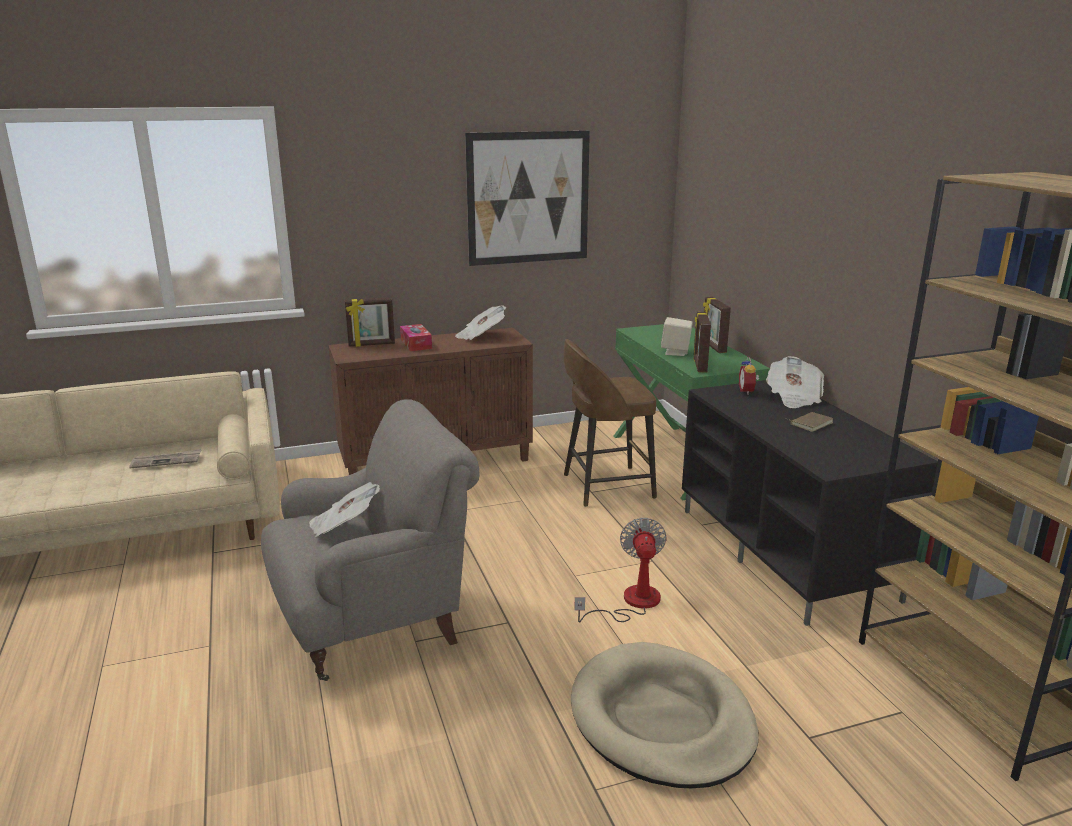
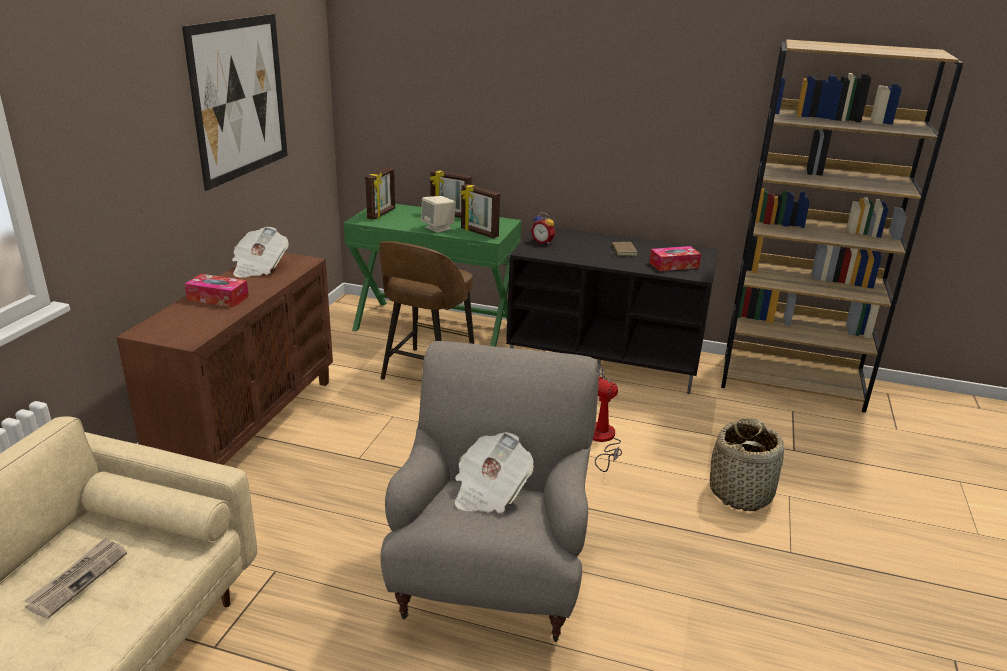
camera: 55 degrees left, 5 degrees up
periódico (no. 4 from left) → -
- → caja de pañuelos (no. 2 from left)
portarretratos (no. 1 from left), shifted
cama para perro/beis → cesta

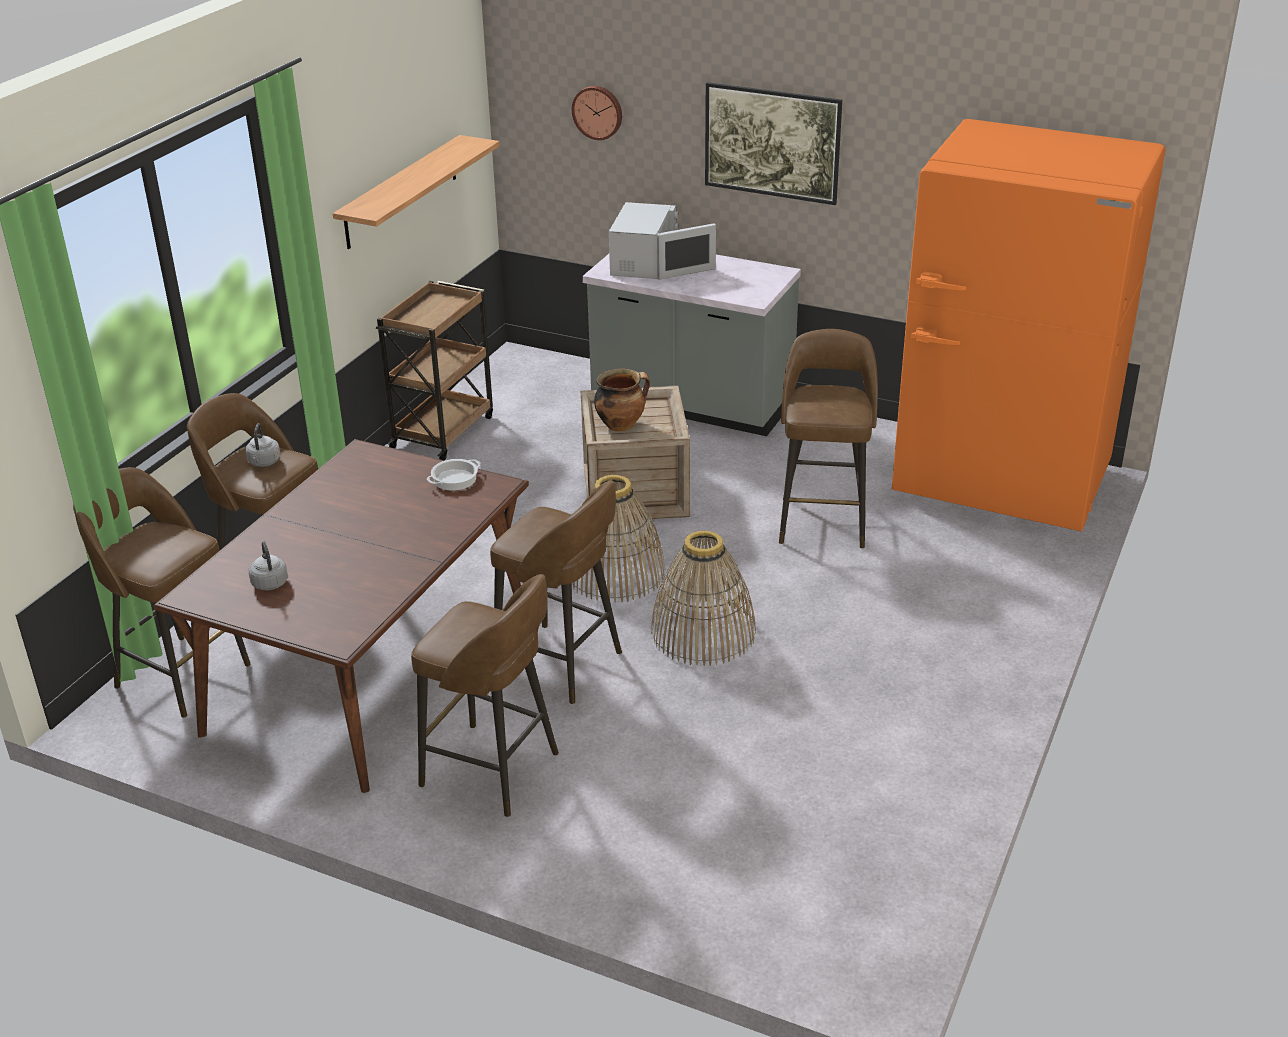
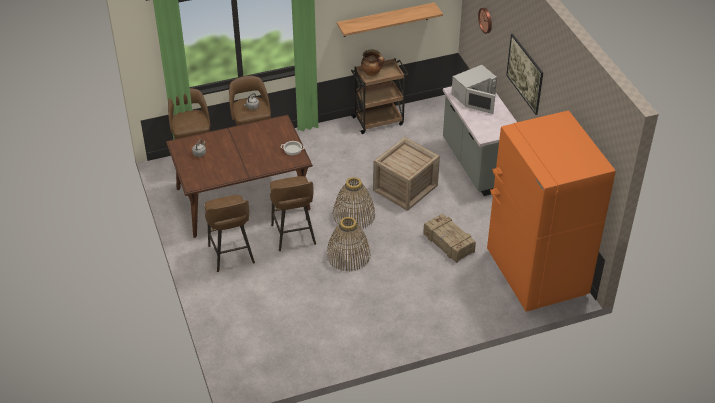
camera: 45 degrees right, 10 degrees up
olla (no. 2 from left), shifted
taburete/marrón (no. 5 from left) → caja de embalaje (no. 2 from left)

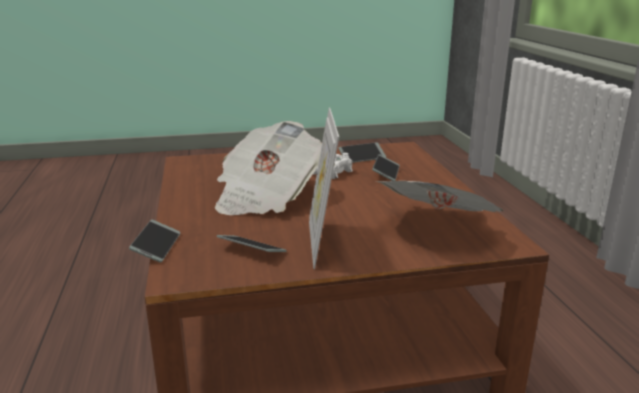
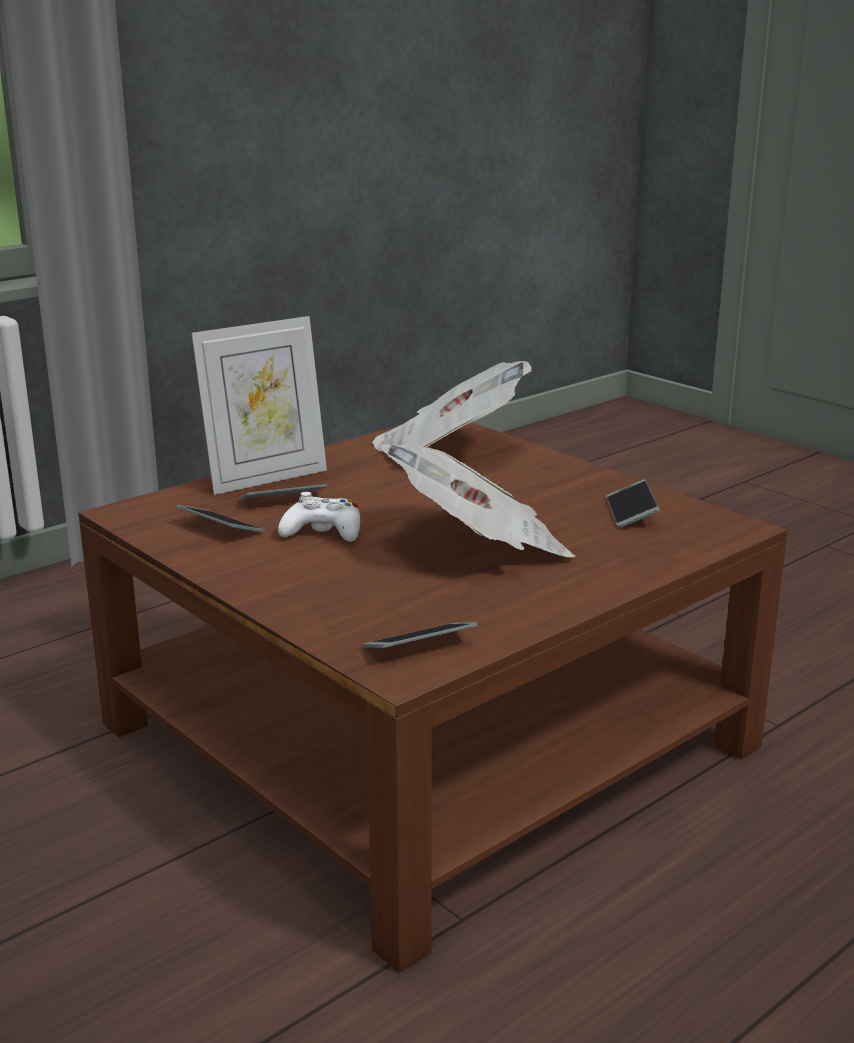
camera: 120 degrees left, 0 degrees up
móvil (no. 1 from left in the first image) → móvil (no. 3 from left), shifted
portarretratos, shifted

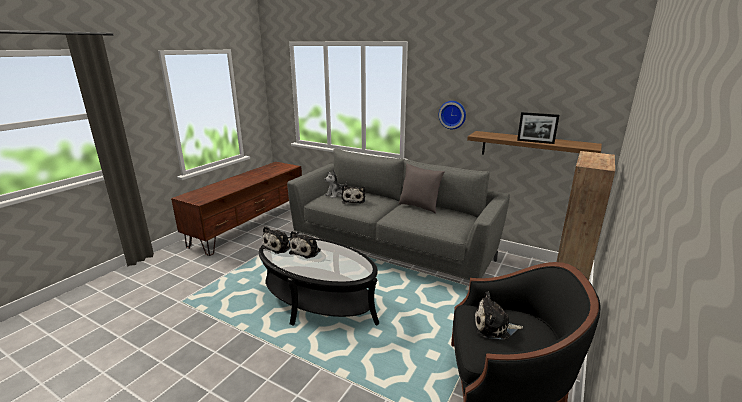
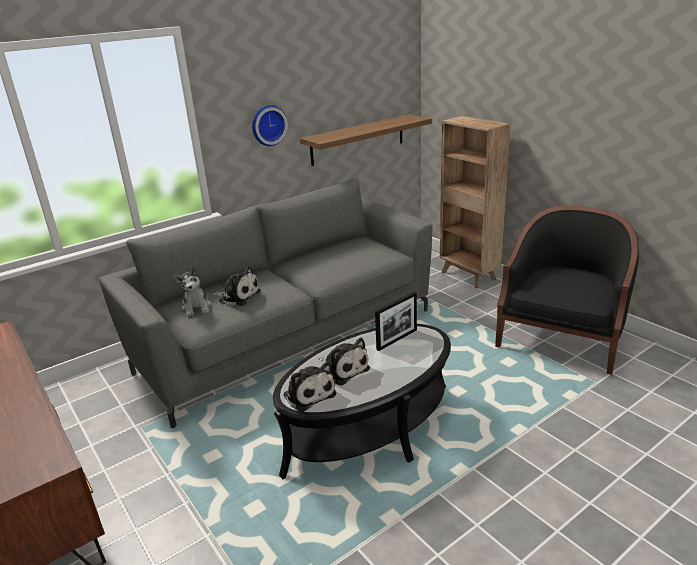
camera: 65 degrees left, 5 degrees up
cojín/gris → -
peluche (no. 5 from left) → -
portarretratos, shifted

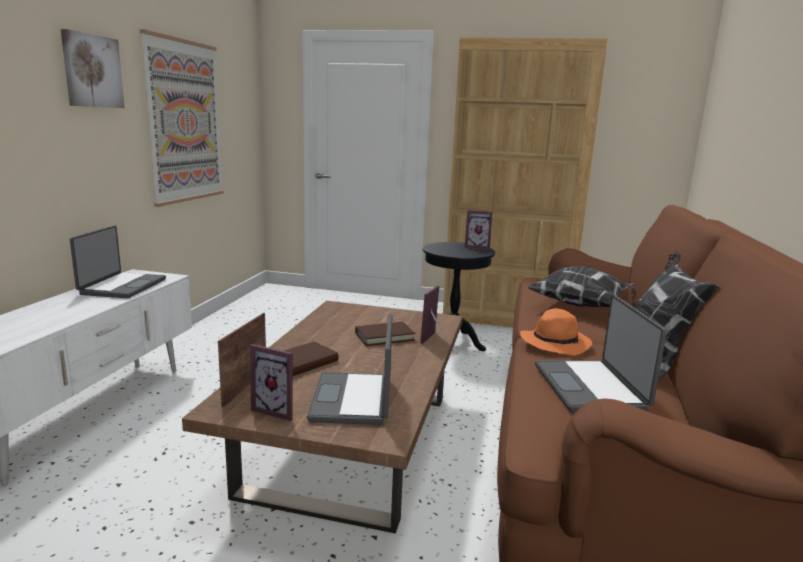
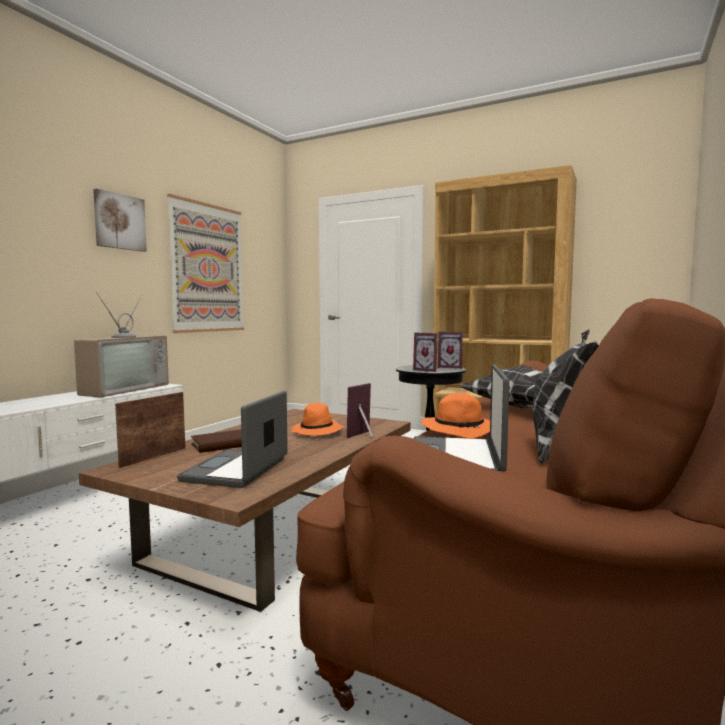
camera: 15 degrees right, 10 degrees down
portarretratos (no. 2 from left in the first image) → portarretratos (no. 3 from left), shifted
portátil (no. 1 from left) → televisor
libro/marrón (no. 2 from left) → sombrero/naranja (no. 1 from left)

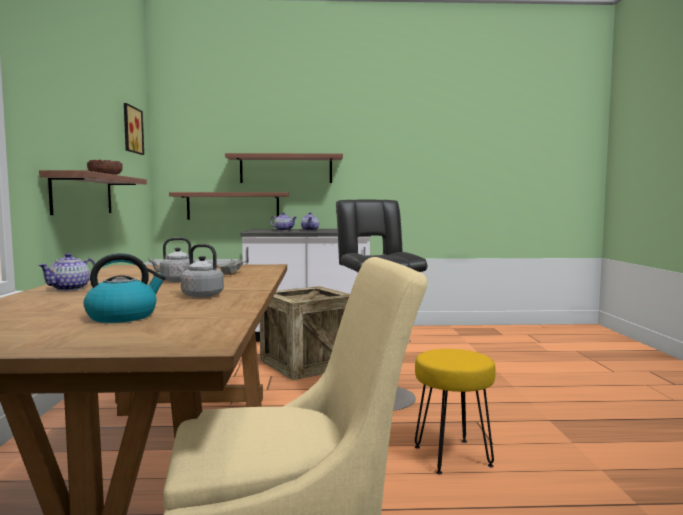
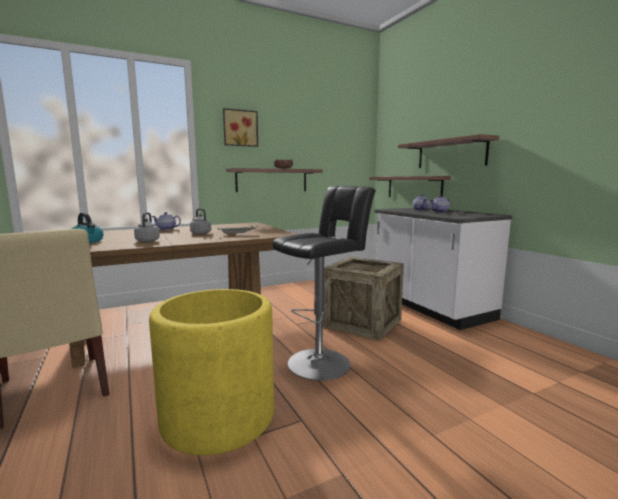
camera: 65 degrees right, 5 degrees up
cuadro, shifted
taburete/amarillo → maceta/amarillo

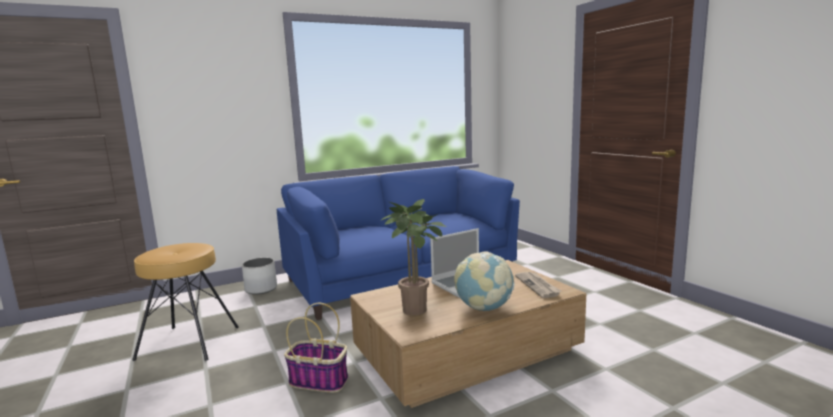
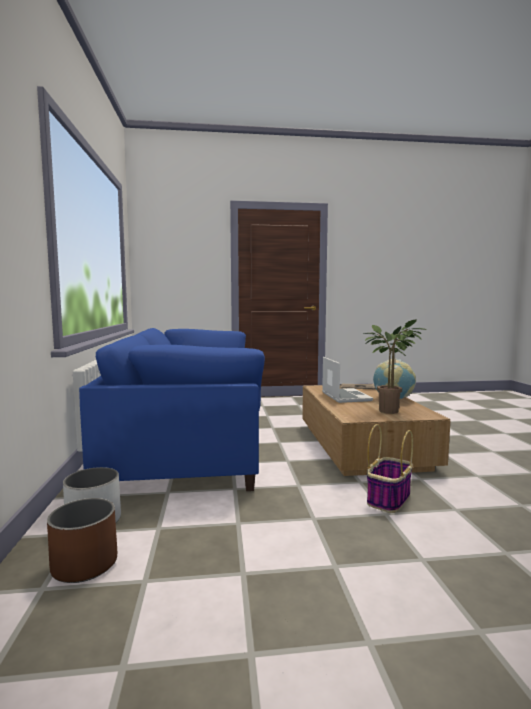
camera: 70 degrees left, 5 degrees down
taburete/marrón → -
- → maceta/marrón

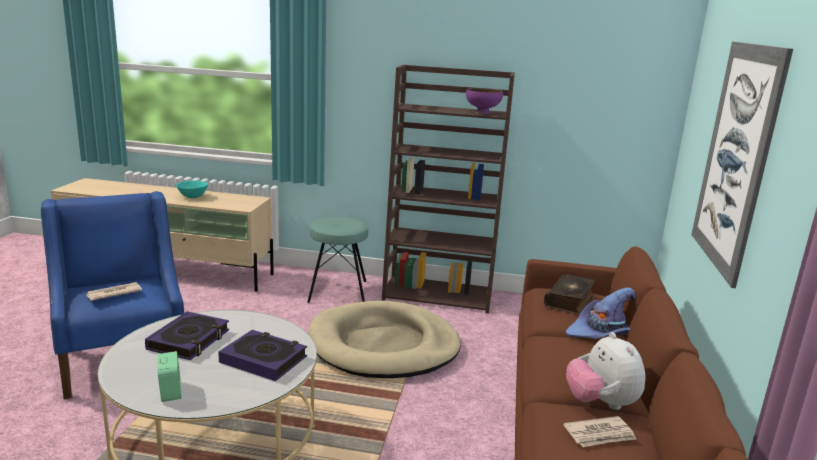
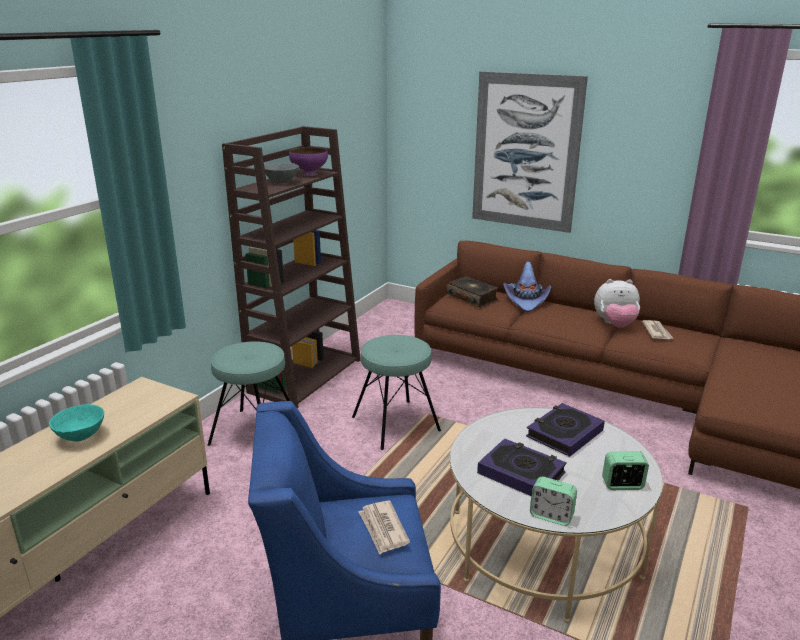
camera: 70 degrees left, 5 degrees up
- → cuenco/gris
- → despertador (no. 1 from left)
cama para perro/beis → taburete/turquesa (no. 2 from left)

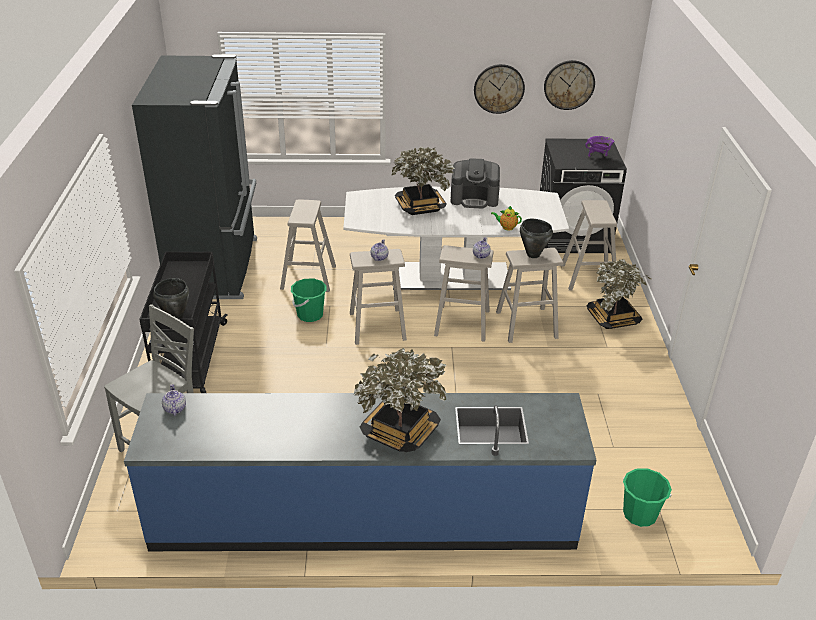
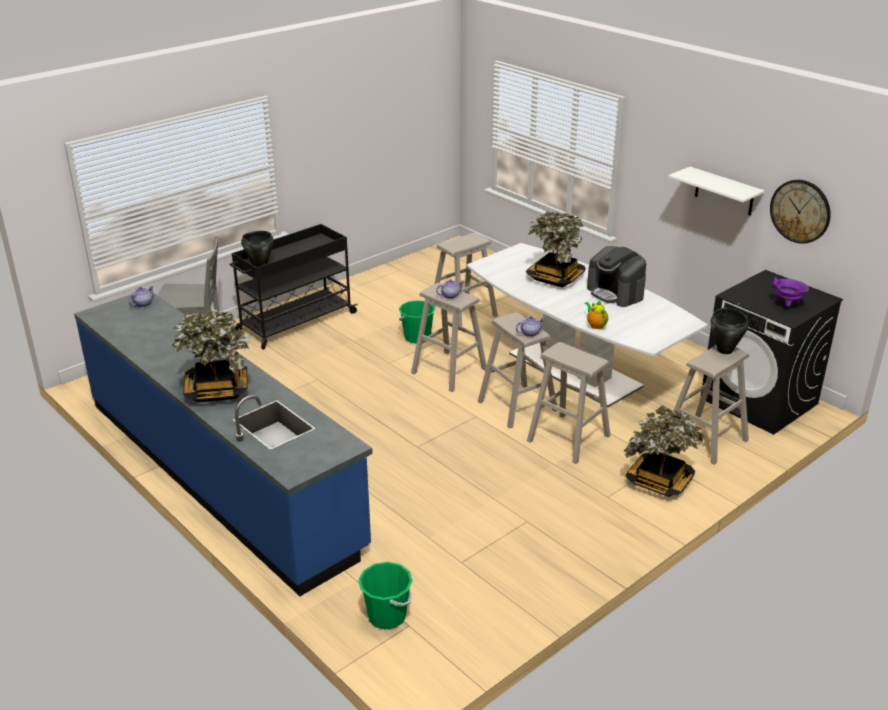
camera: 50 degrees right, 5 degrees down
nevera/negro → -
olla/negro (no. 2 from left), shifted
reloj de pared (no. 1 from left) → estante/blanco

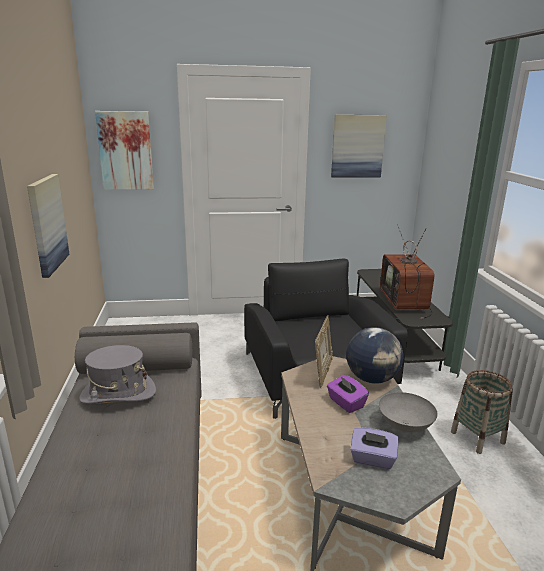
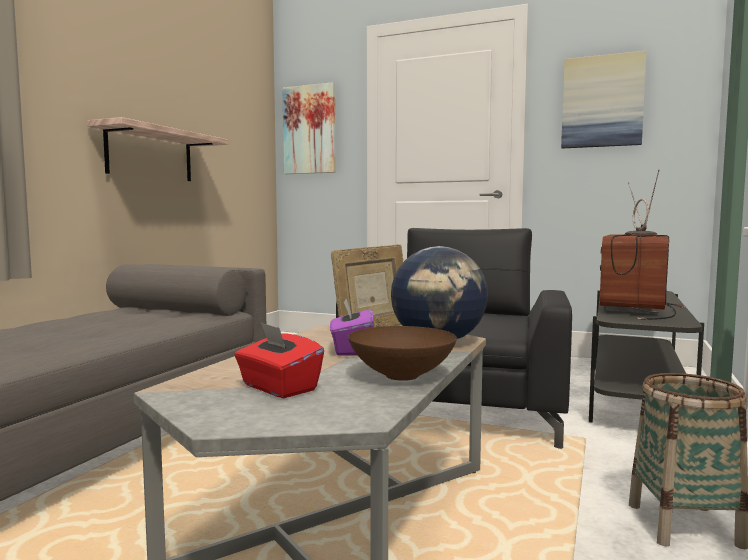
camera: 30 degrees right, 15 degrees down
sombrero/gris → -
cuadro (no. 1 from left) → estante
caja de pañuelos/morado (no. 2 from left) → caja de pañuelos/rojo
cuenco/gris → cuenco/marrón

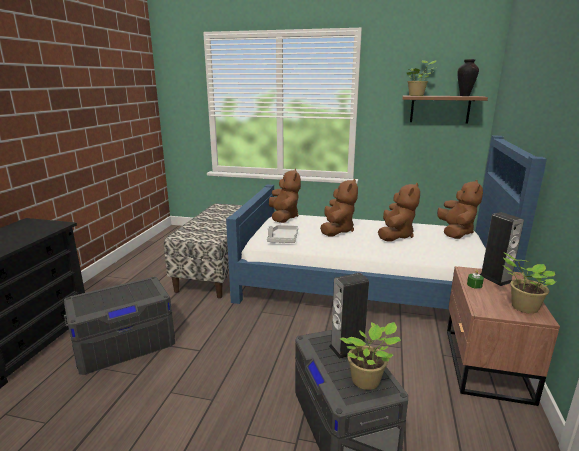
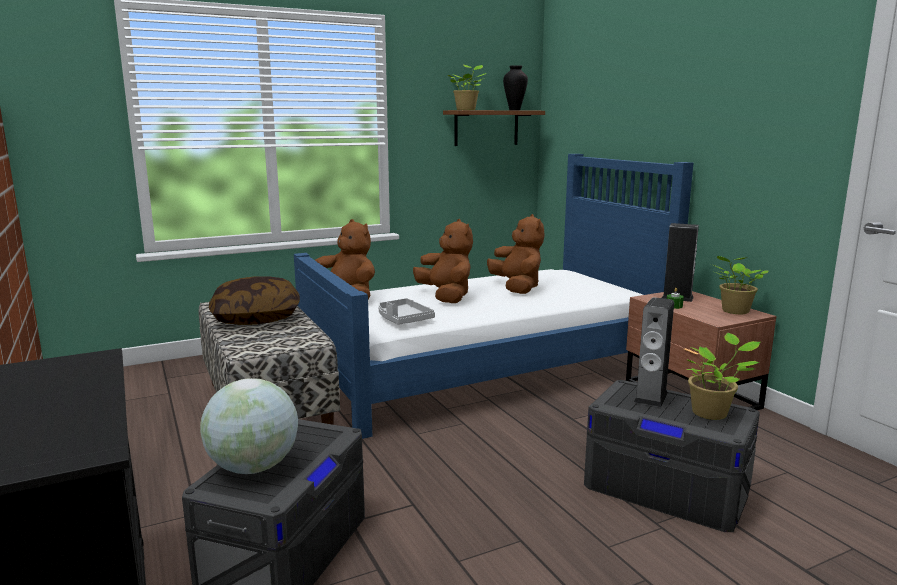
camera: 40 degrees left, 5 degrees down
peluche/marrón (no. 4 from left) → -
- → globo terráqueo
- → cojín

